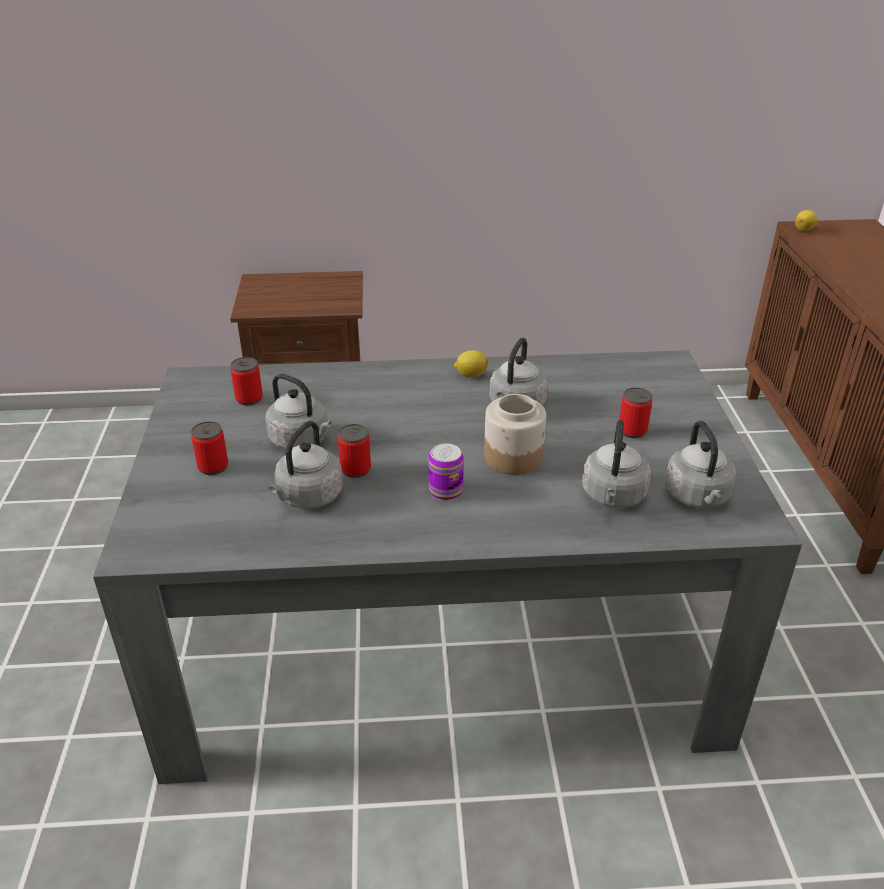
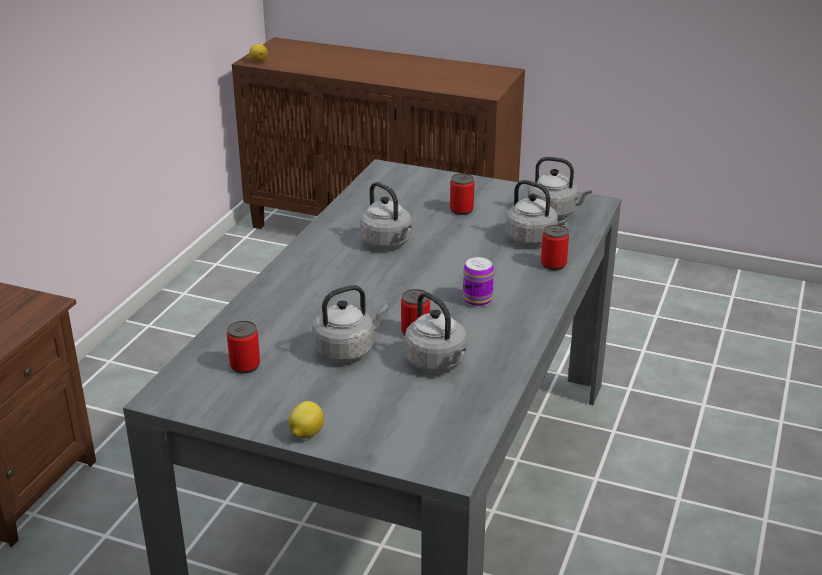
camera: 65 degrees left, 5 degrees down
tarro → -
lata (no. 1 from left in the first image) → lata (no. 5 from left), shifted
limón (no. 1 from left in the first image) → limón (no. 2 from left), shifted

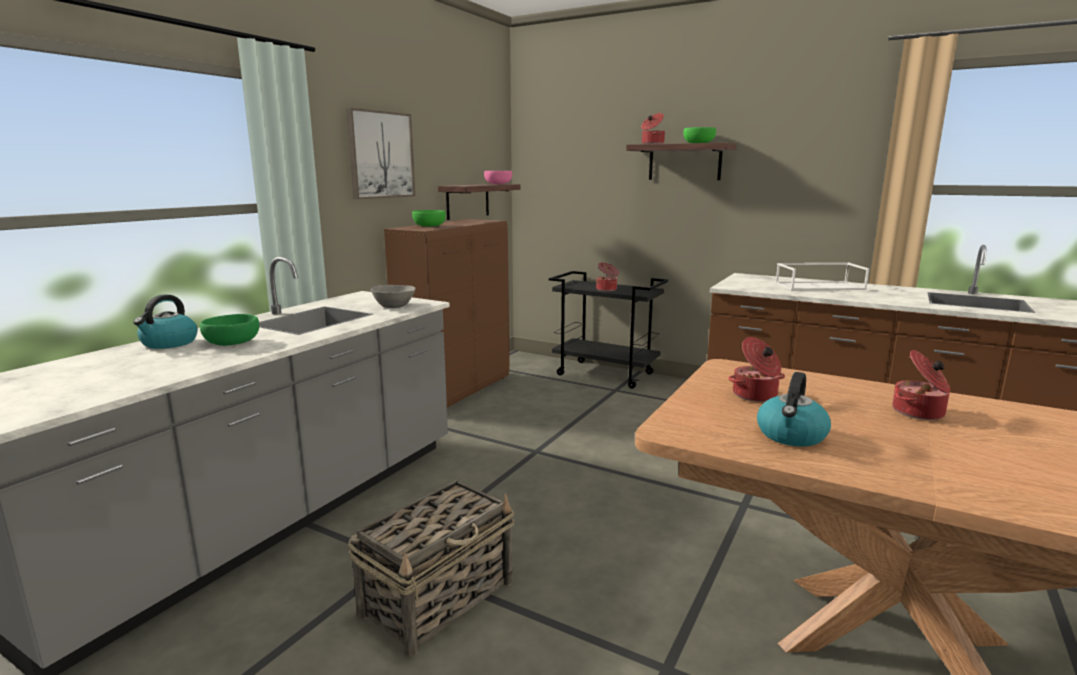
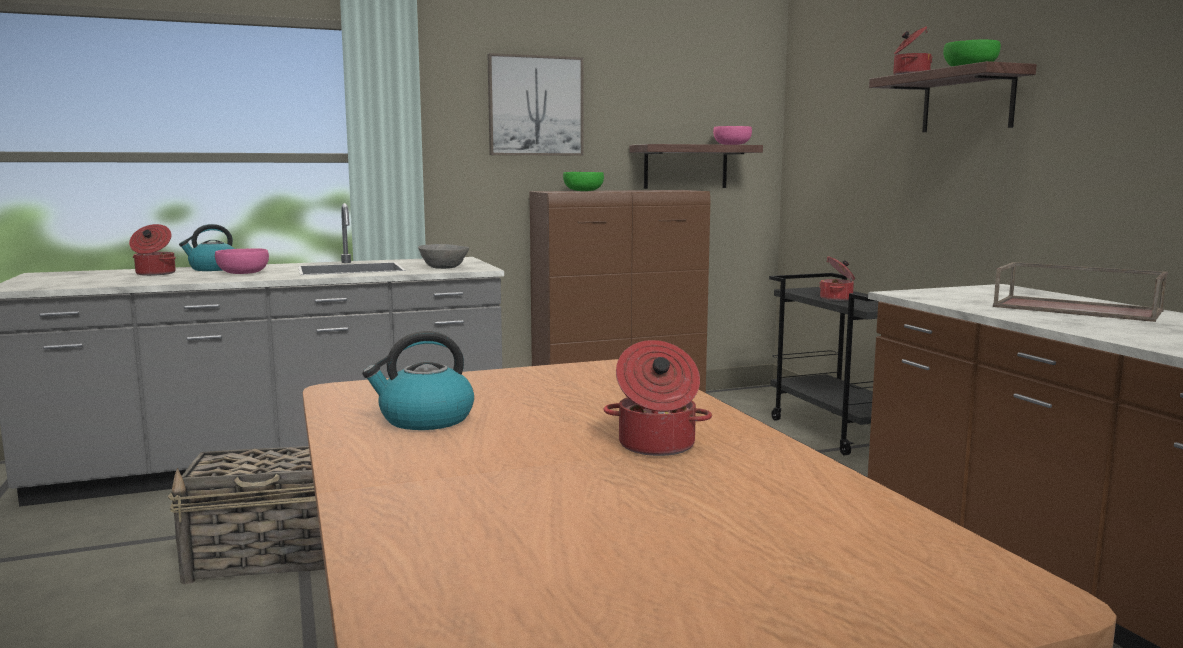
camera: 40 degrees right, 5 degrees down
olla (no. 3 from left in the first image) → olla (no. 1 from left), shifted
cuenco/verde (no. 1 from left) → cuenco/rosa (no. 1 from left)
bandeja/blanco → bandeja/marrón

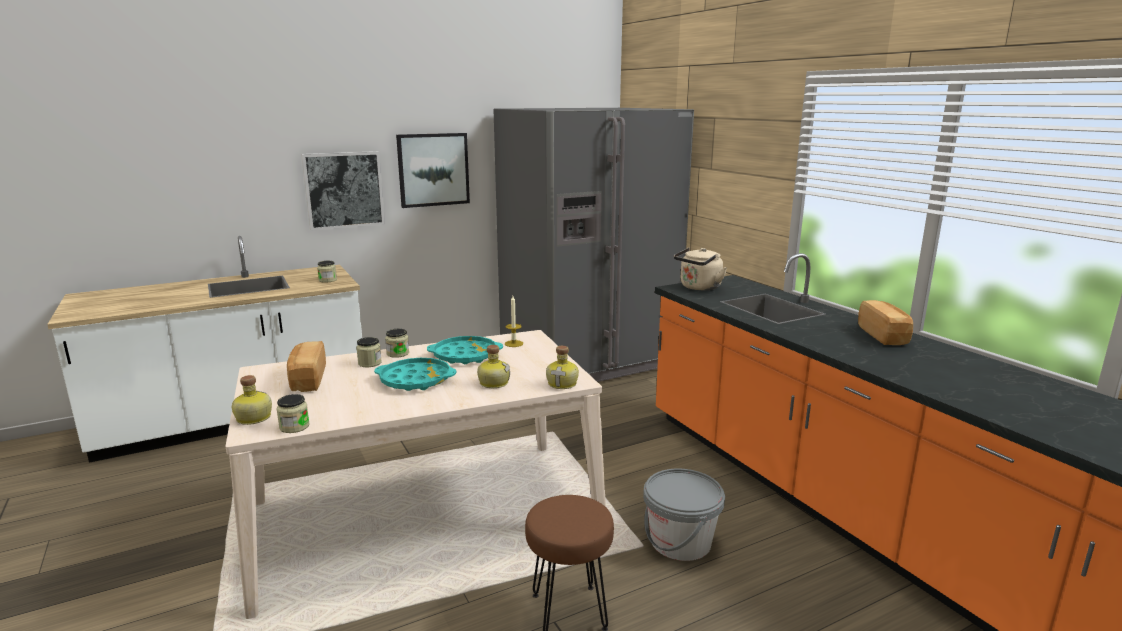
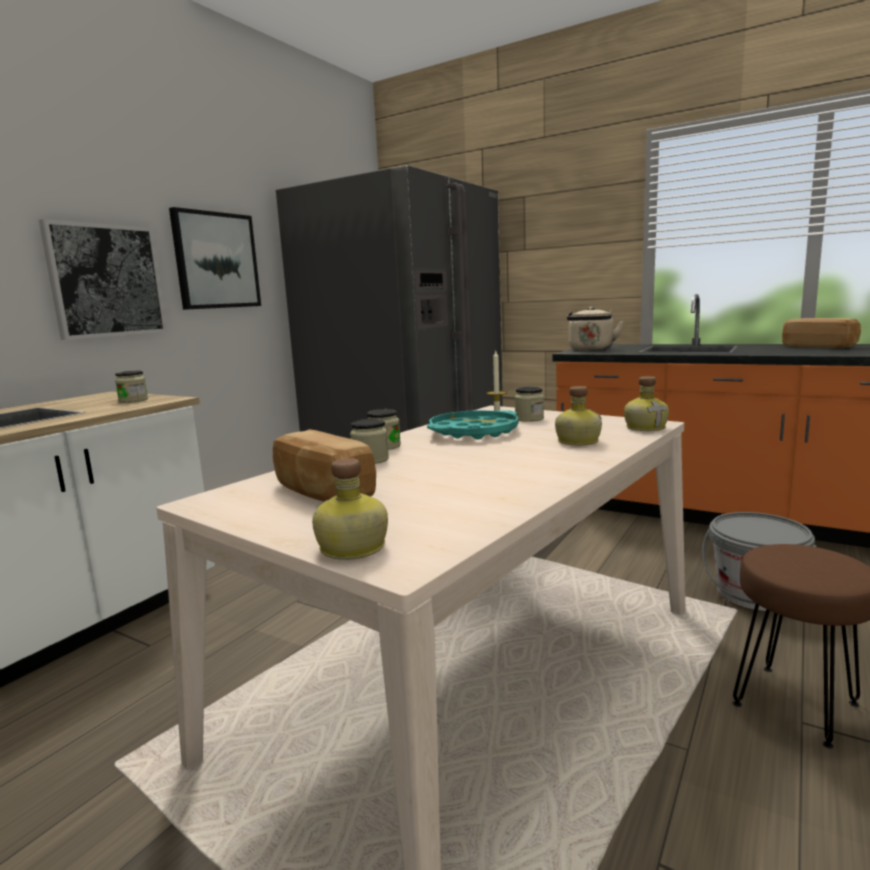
camera: 30 degrees left, 5 degrees down
bandeja/turquesa (no. 1 from left) → -
tarro (no. 1 from left in the first image) → tarro (no. 4 from left), shifted

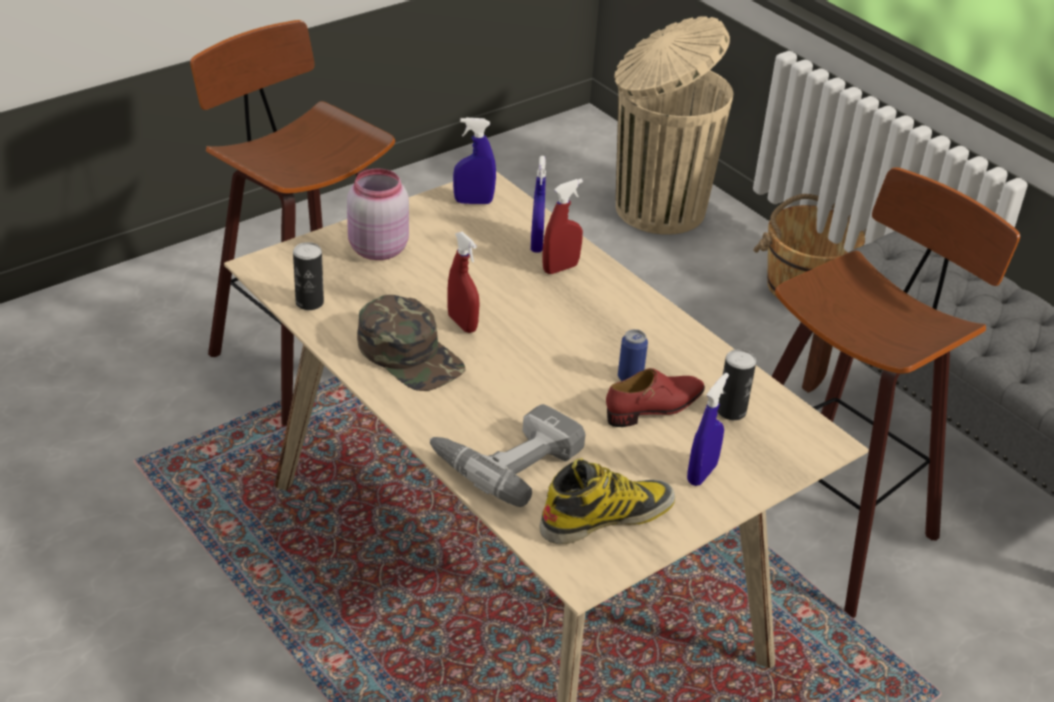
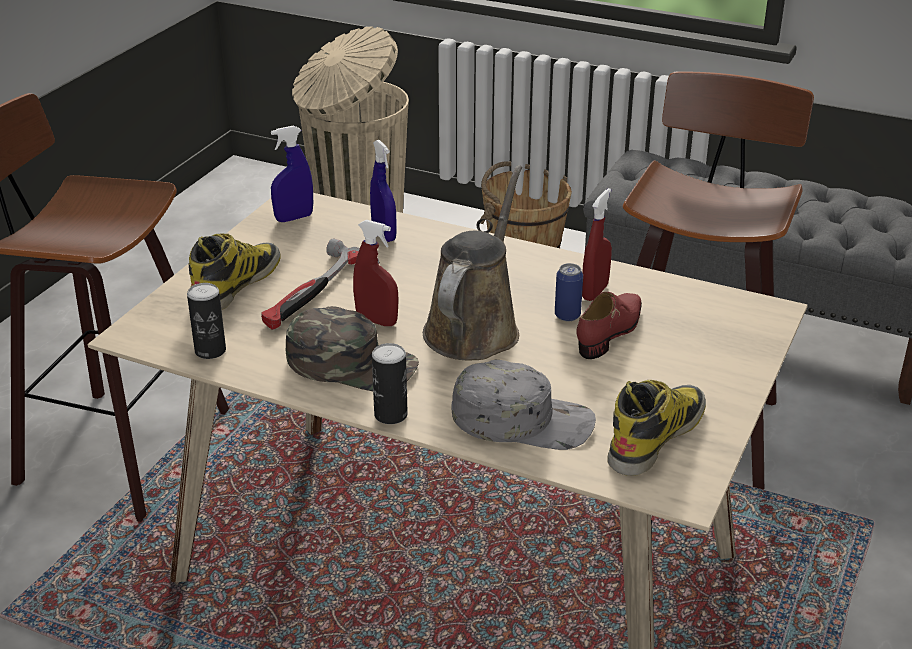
camera: 25 degrees left, 5 degrees down
pulverizador/azul (no. 3 from left) → -
- → martillo
- → regadera/marrón
pulverizador/rojo (no. 2 from left), shifted
lata (no. 3 from left in the first image) → lata (no. 2 from left), shifted
tarro/rosa → bota (no. 1 from left)
taladro → gorra/gris

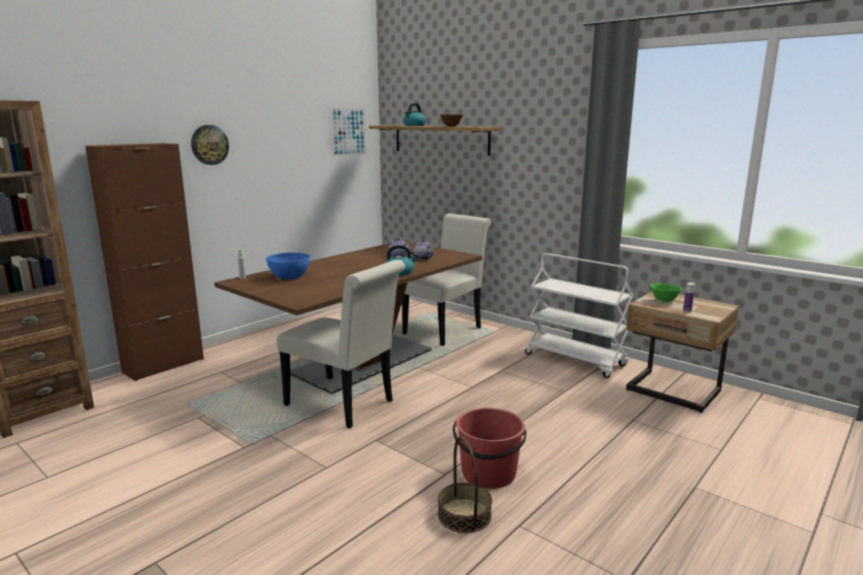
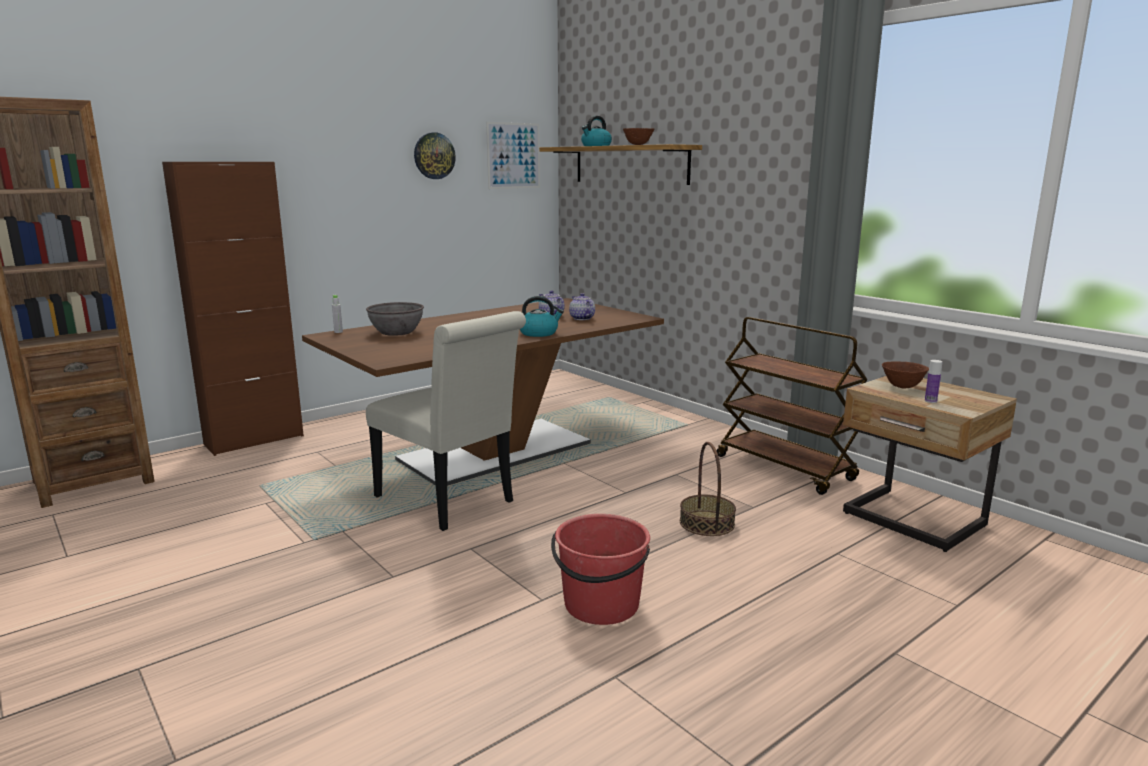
camera: 10 degrees right, 0 degrees up
silla/blanco (no. 2 from left) → -
reloj de pared, shifted
cesta, shifted
cuenco/azul → cuenco/gris
carrito/blanco → carrito/marrón
cuenco/verde → cuenco/marrón (no. 2 from left)

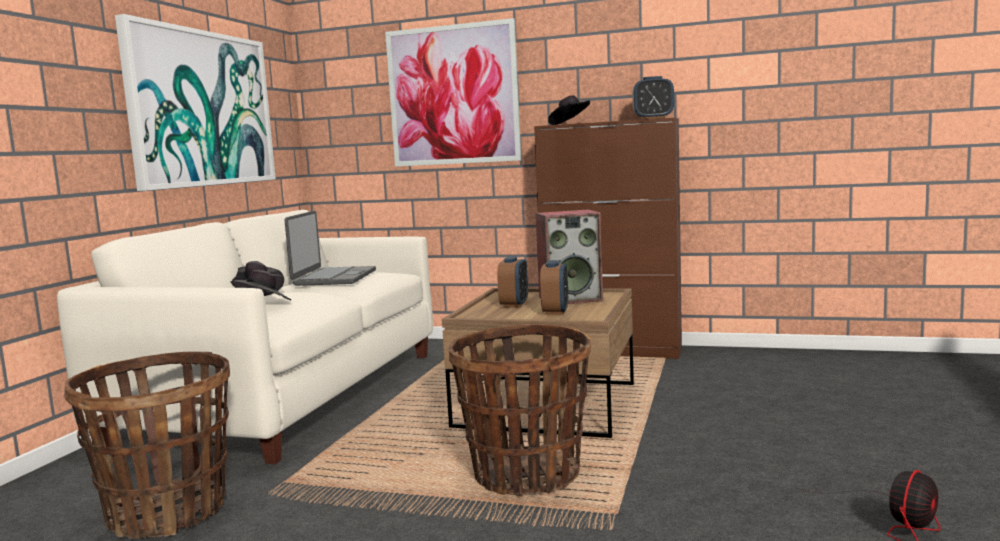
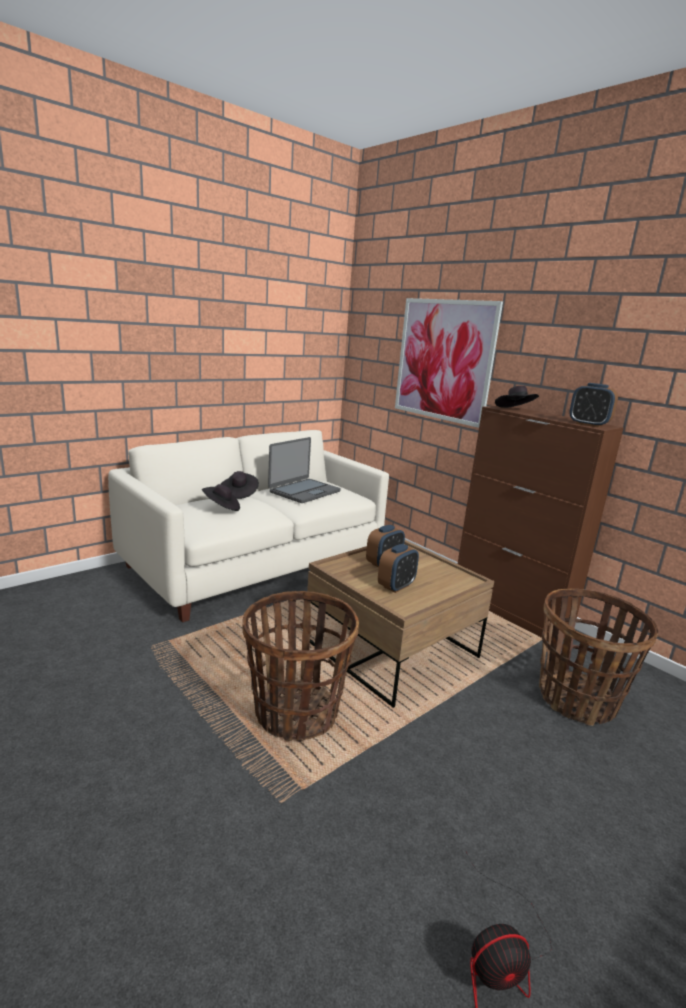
camera: 30 degrees right, 10 degrees up
cuadro (no. 1 from left) → -
altavoz → -
cesta (no. 1 from left in the first image) → cesta (no. 2 from left), shifted

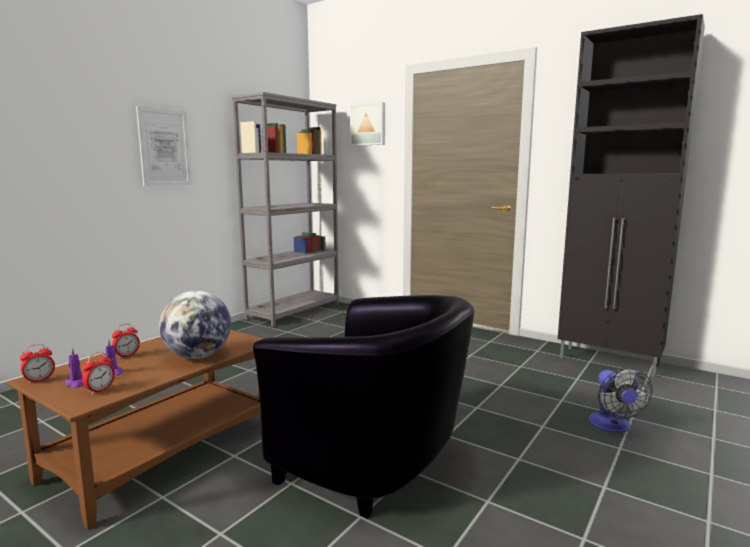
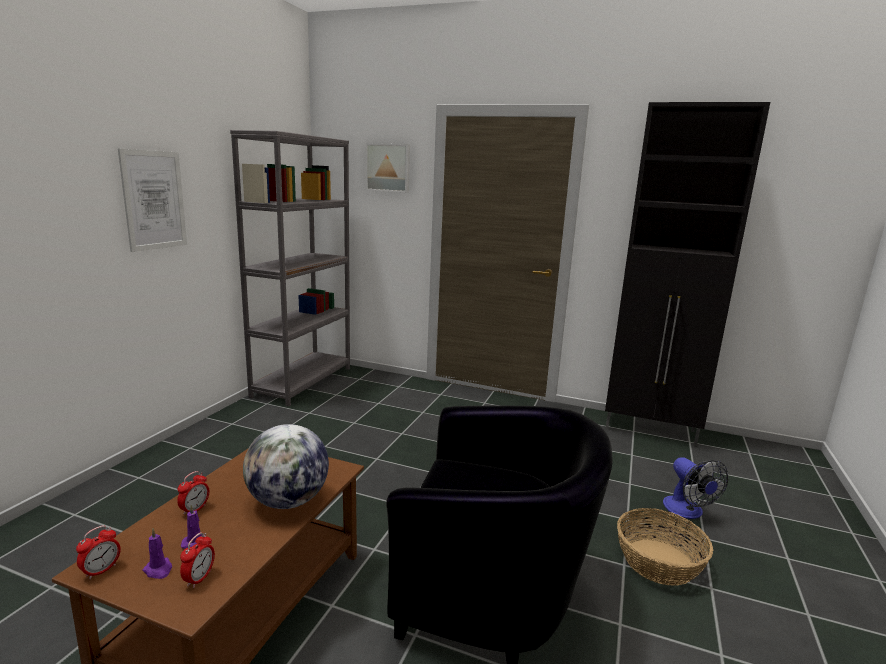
camera: 15 degrees left, 5 degrees up
- → cesta

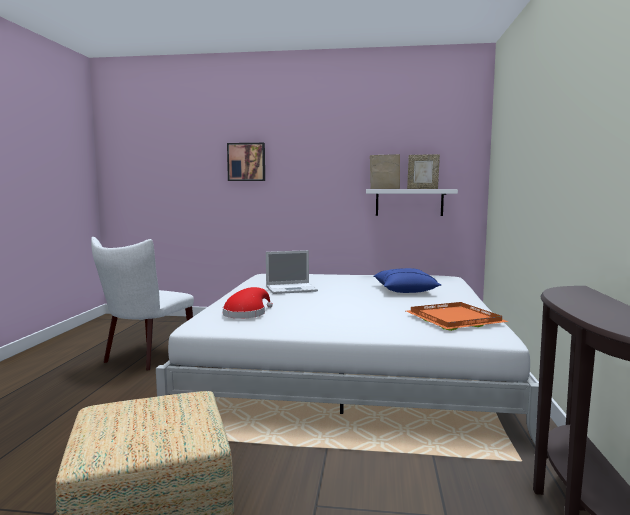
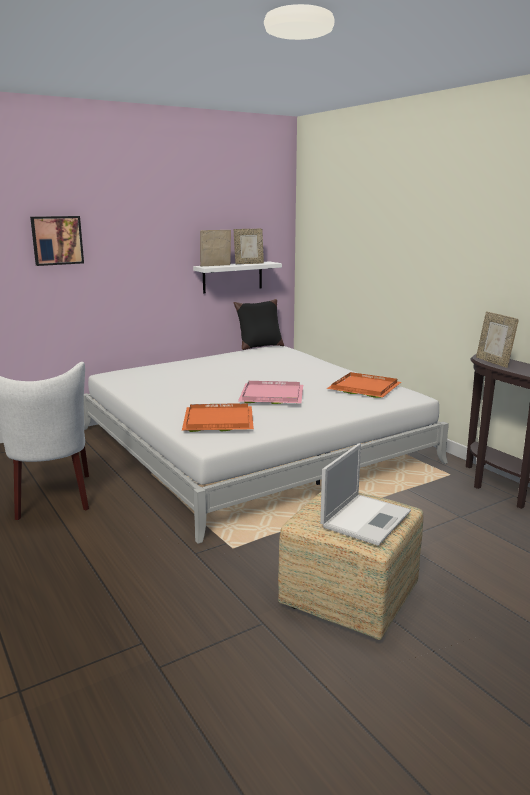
camera: 40 degrees left, 10 degrees up
cojín/azul → -
- → cojín/negro
- → bandeja/rosa
- → portarretratos (no. 3 from left)
portátil, shifted
sombrero/rojo → bandeja/naranja (no. 1 from left)

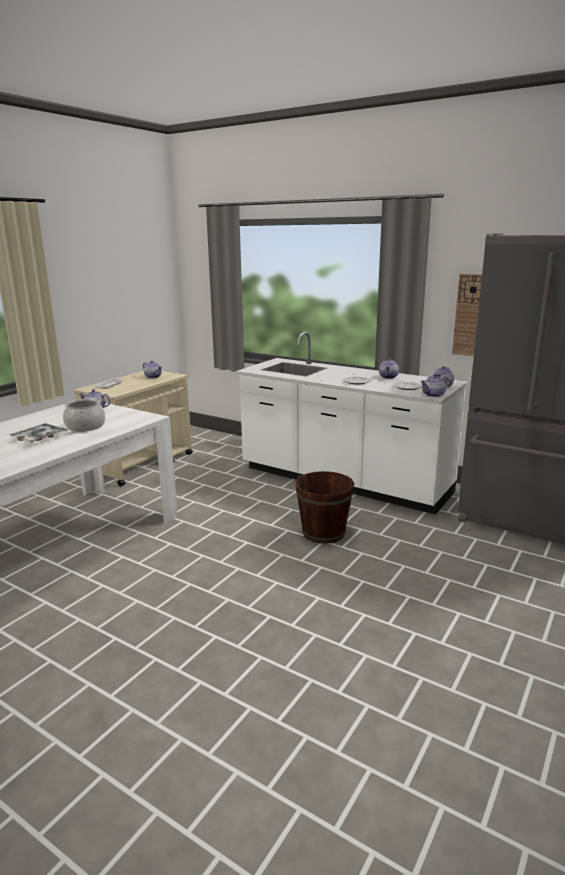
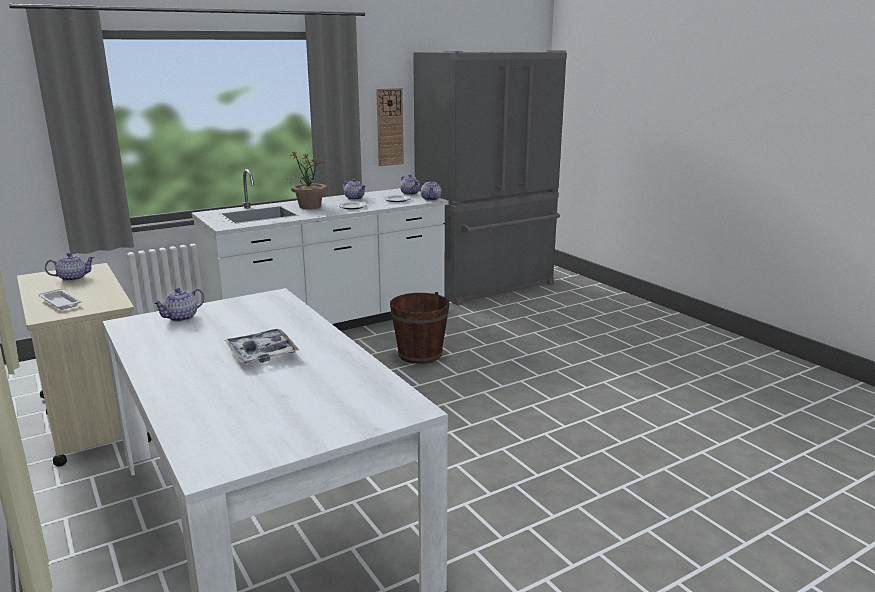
camera: 65 degrees left, 0 degrees up
olla → -
- → planta en maceta

